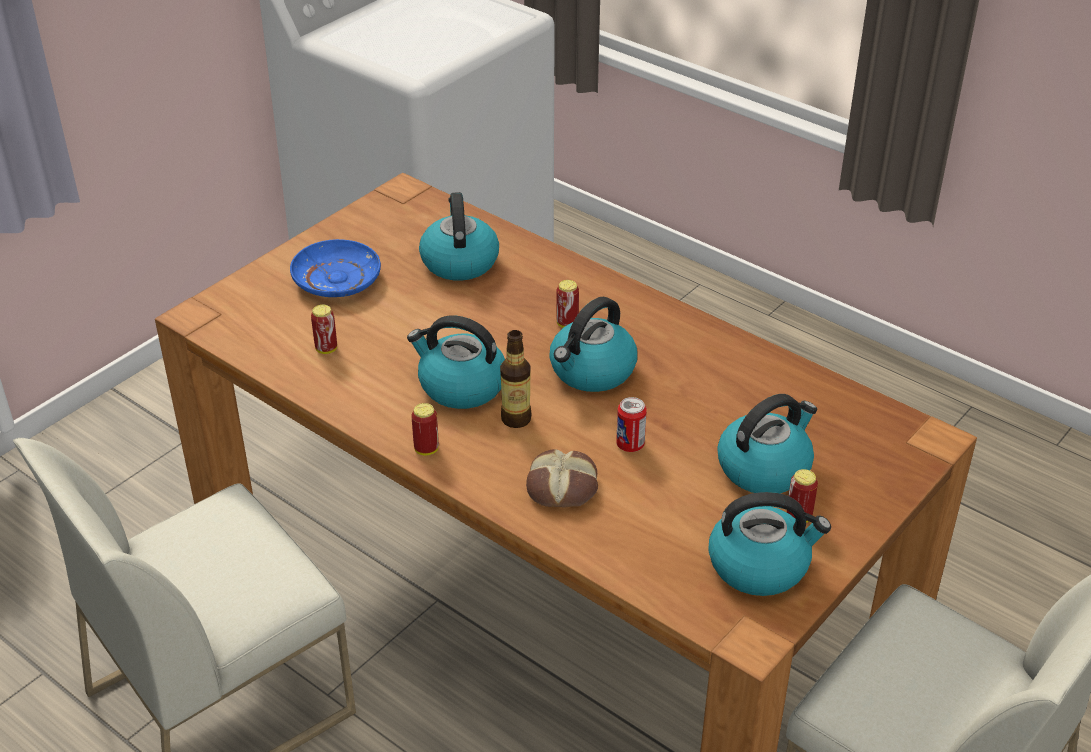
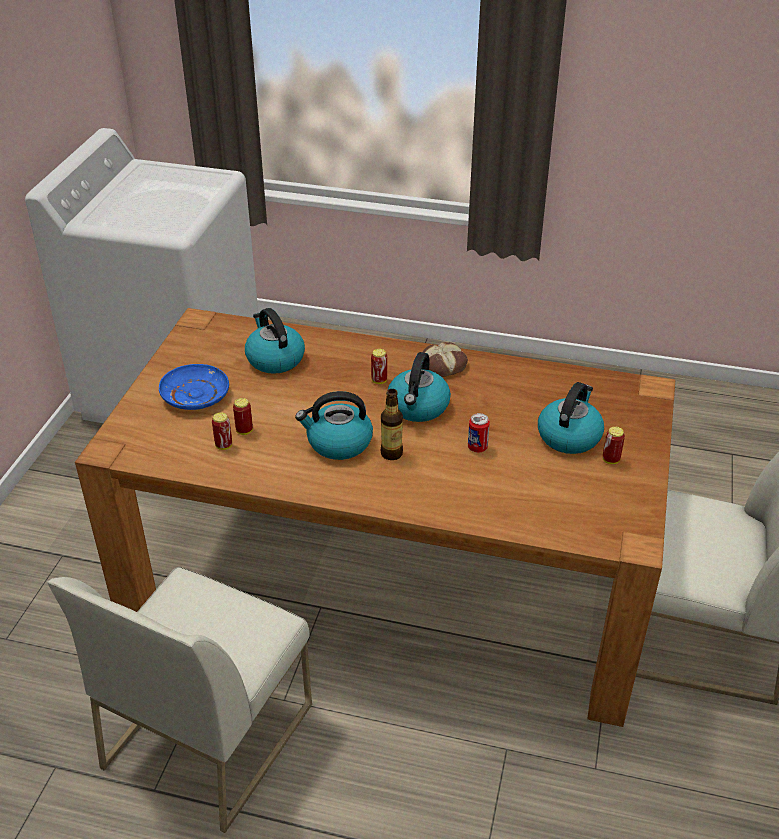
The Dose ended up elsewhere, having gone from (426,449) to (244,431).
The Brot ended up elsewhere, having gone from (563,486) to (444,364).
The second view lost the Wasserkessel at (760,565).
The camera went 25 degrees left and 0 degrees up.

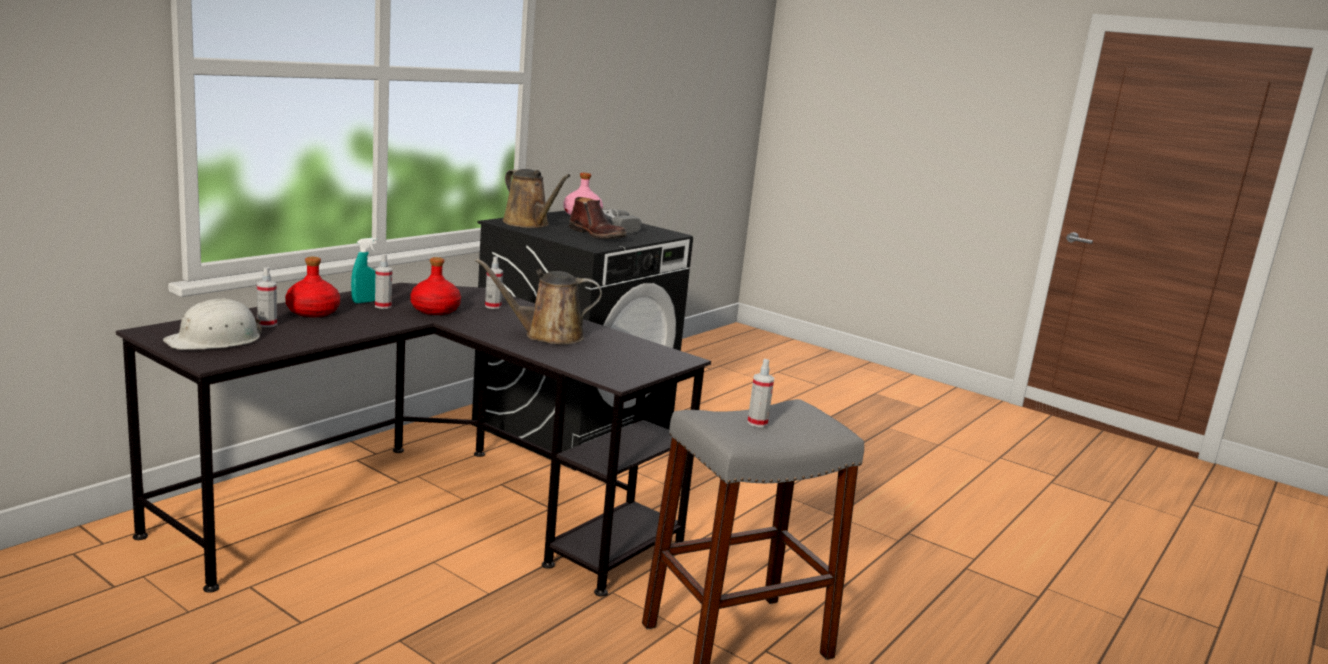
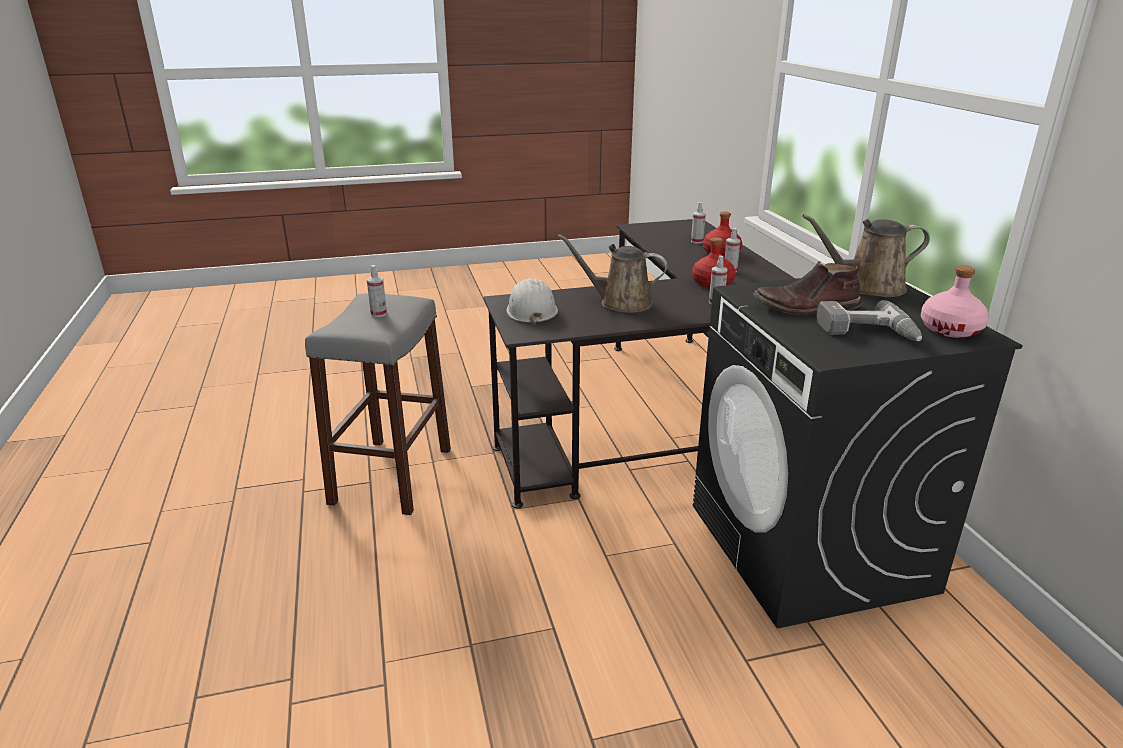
The Schutzhelm [weiß] ended up elsewhere, having gone from (215,340) to (531,310).
The second view lost the Sprühflasche [türkis] at (365,302).
The Gießkanne [braun] at (547,336) ended up facing another way, 105 degrees counterclockwise from before.
The camera went 130 degrees right and 10 degrees up.

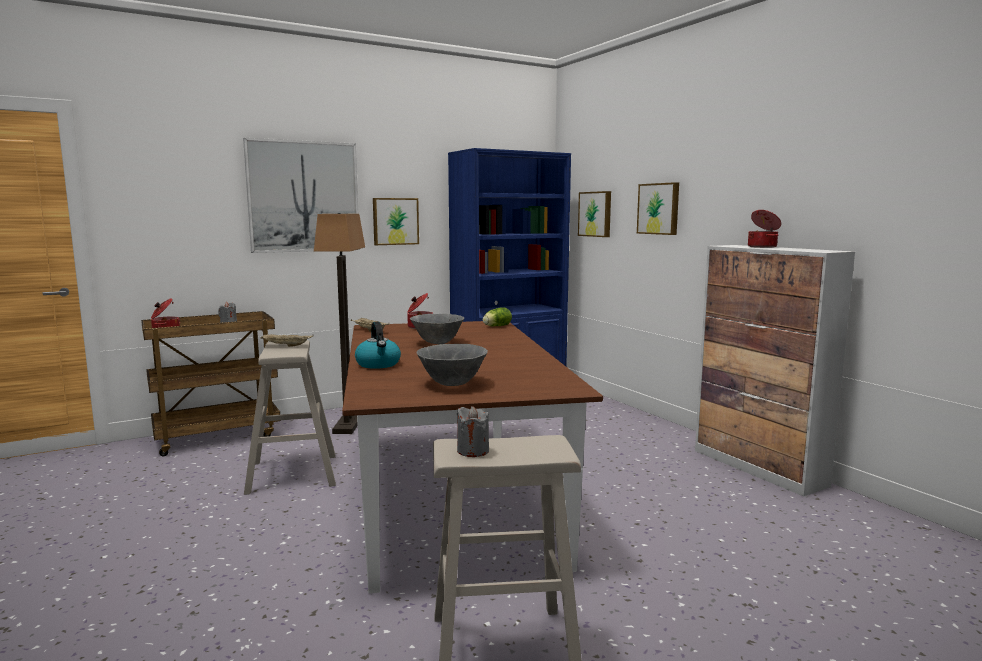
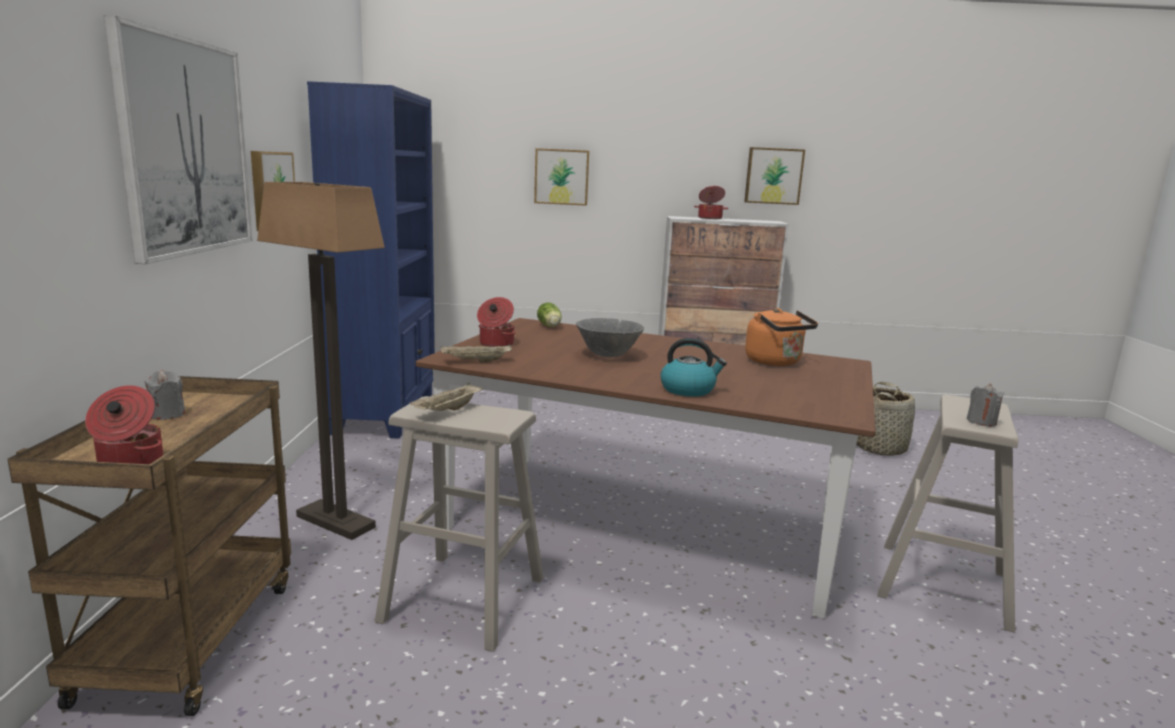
The second view lost the Schüssel [grau] at (452,384).
The Bild ended up elsewhere, having gone from (596,214) to (773,176).
The second view gained the Wasserkessel [orange] at (776,362).
The second view gained the Korb at (879,447).
The camera went 60 degrees left and 5 degrees up.

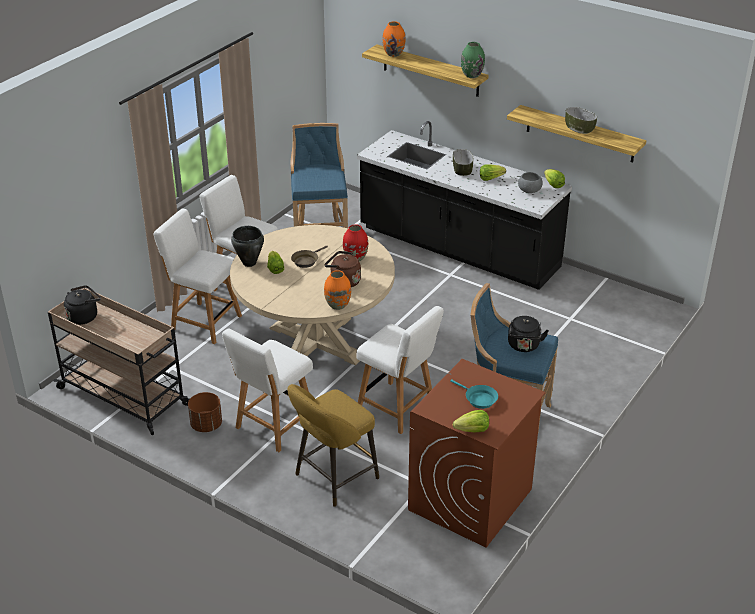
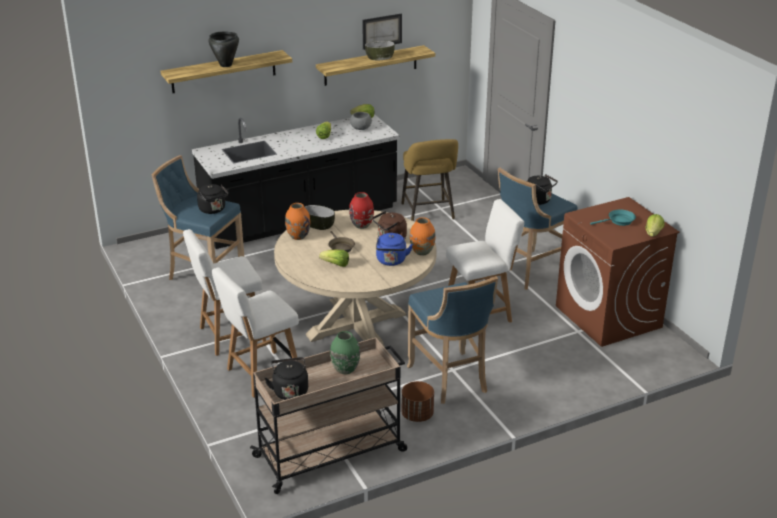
Where the Stuhl [weiß] stood at (273,427), the Hocker [blau] came to stand at (450,380).
The Kochtopf [schwarz] ended up elsewhere, having gone from (249,263) to (226,65).
The Hocker [gelb] ended up elsewhere, having gone from (333,479) to (428,213).
The Vase [orange] ended up elsewhere, having gone from (393,54) to (298,236).
The Schüssel ended up elsewhere, having gone from (462,170) to (318,225).
The Vase [grün] ended up elsewhere, having gone from (472,75) to (345,369).
The second view gained the Wasserkessel [schwarz] at (213,210).
The second view gained the Bild at (382,31).
The second view gained the Wasserkessel [blau] at (391,261).
The camera went 60 degrees left and 5 degrees down.

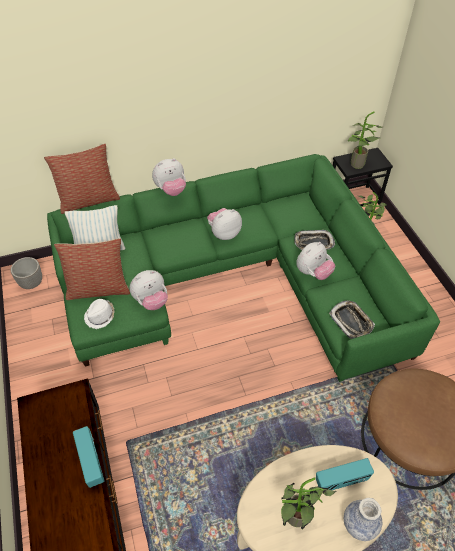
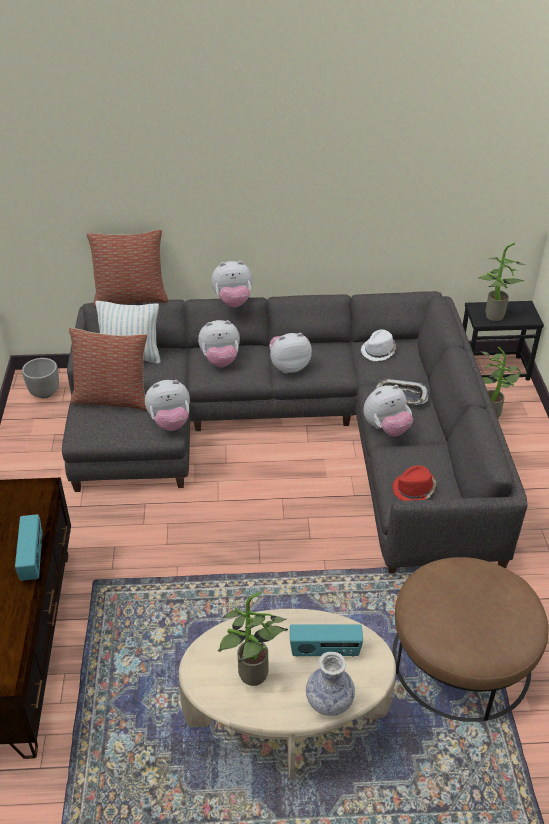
What was the Sofa [grün] at (235,278) turned into the Sofa [grau] at (296,431).
The Hut [weiß] ended up elsewhere, having gone from (100,316) to (379,351).
Where the Tablett stood at (351,321), the Hut [rot] came to stand at (414,490).
The second view gained the Plüschtier at (220,361).
The camera went 15 degrees right and 10 degrees down.

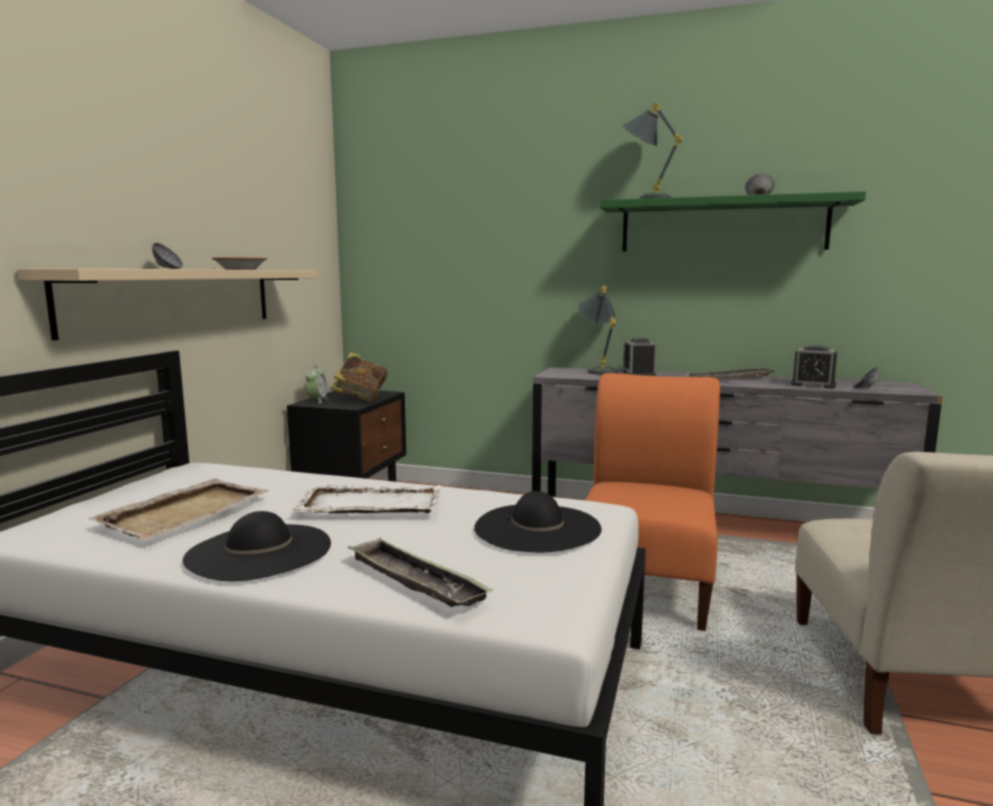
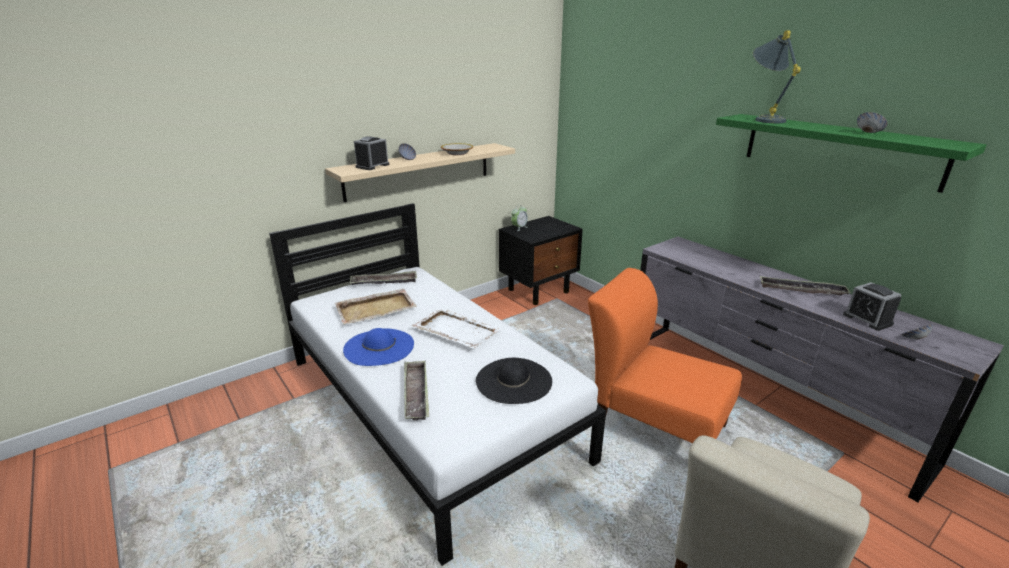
What was the Hut [schwarz] at (259,551) turned into the Hut [blau] at (379,347).
The second view lost the Buch at (361,398).
The second view lost the Tischlampe [grau] at (598,371).
The Stuhl [orange] at (647,582) ended up facing another way, 105 degrees counterclockwise from before.
The Wecker ended up elsewhere, having gone from (638,374) to (372,166).
The second view gained the Tablett at (384,282).
The camera went 35 degrees right and 15 degrees up.

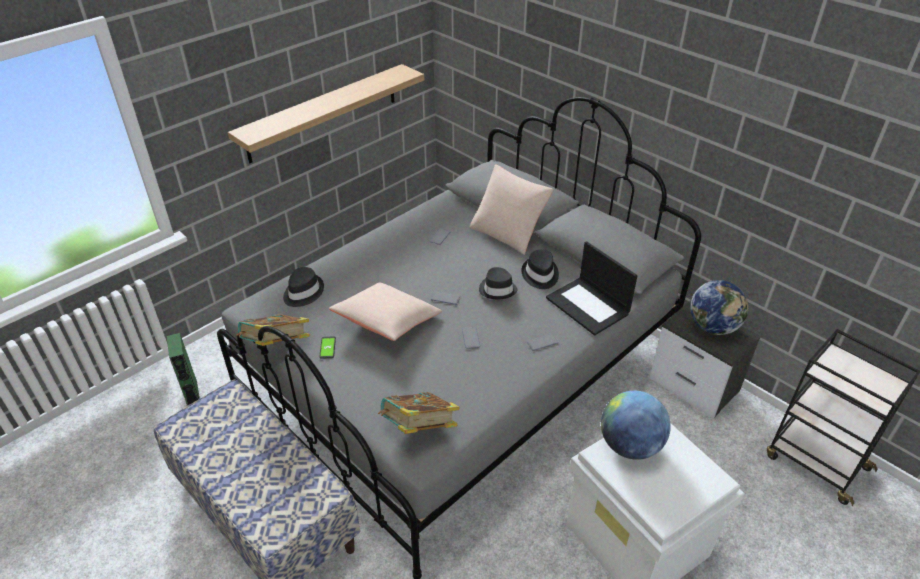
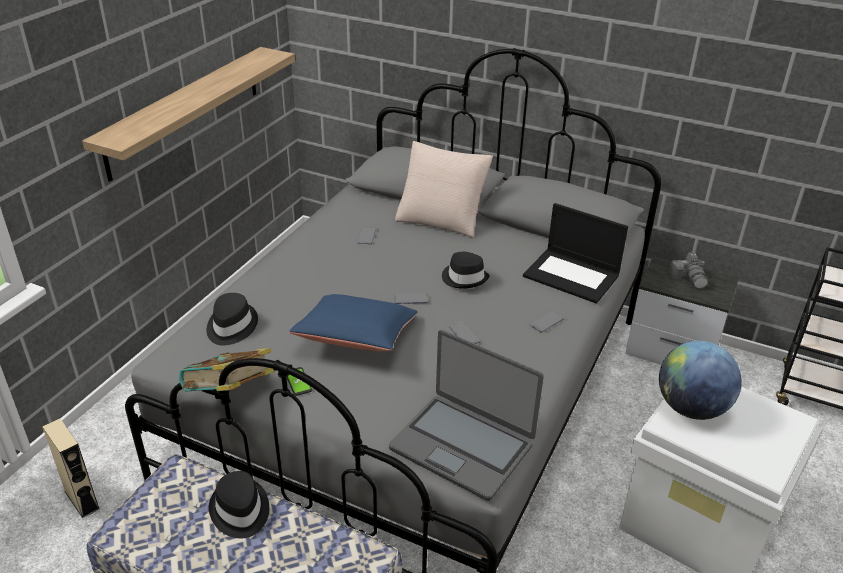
What was the Lautsprecher [grün] at (191,392) turned into the Lautsprecher [beige] at (82,500).
What was the Kissen [beige] at (387,322) turned into the Kissen [blau] at (356,338).
Where the Buch stood at (419,429), the Laptop came to stand at (462,446).
The Hut [schwarz] ended up elsewhere, having gone from (540,275) to (239,511).
Where the Globus stood at (713,327), the Kamera came to stand at (689,278).
The camera went 20 degrees left and 5 degrees down.

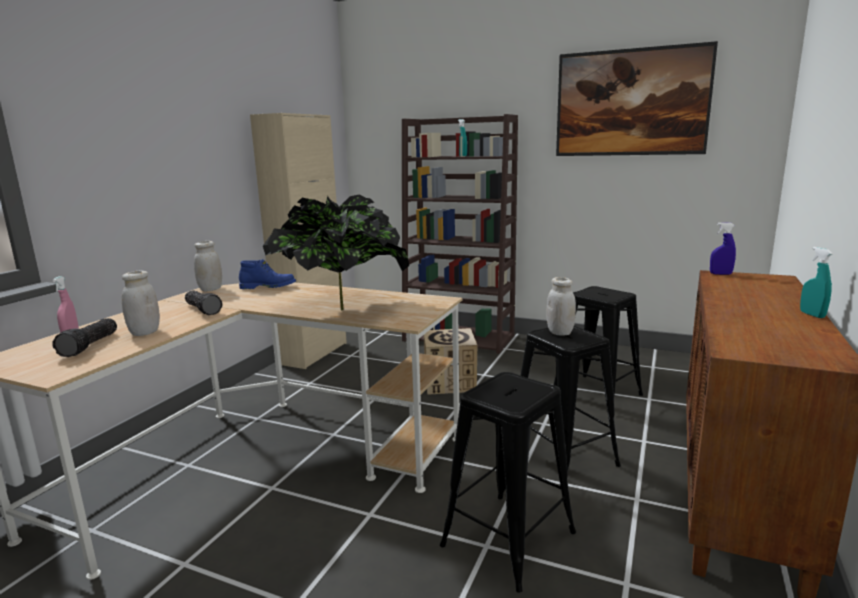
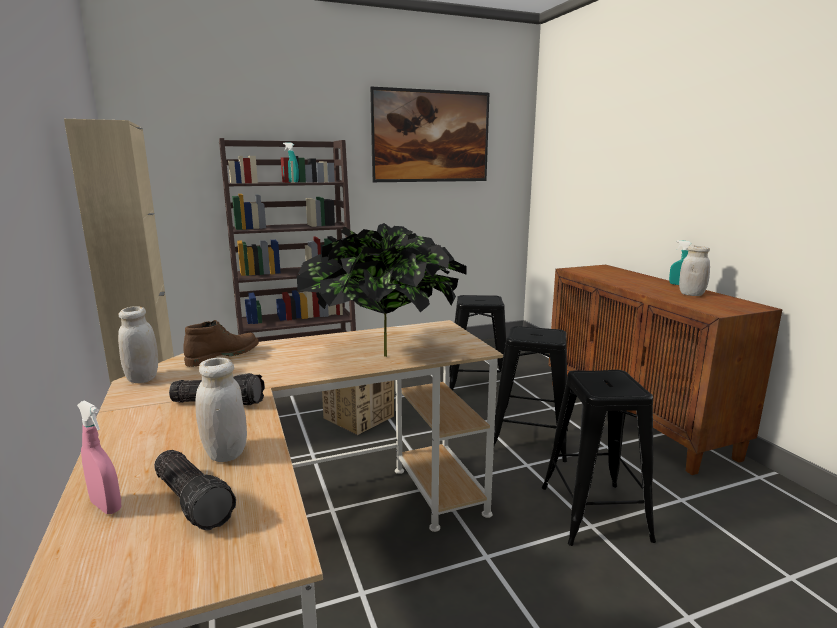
What was the Stiefel [blau] at (268,287) turned into the Stiefel [braun] at (223,356).
The Vorratsglas [weiß] ended up elsewhere, having gone from (560,332) to (691,294).
The second view lost the Sprühflasche [blau] at (720,274).
The camera went 45 degrees left and 0 degrees up.

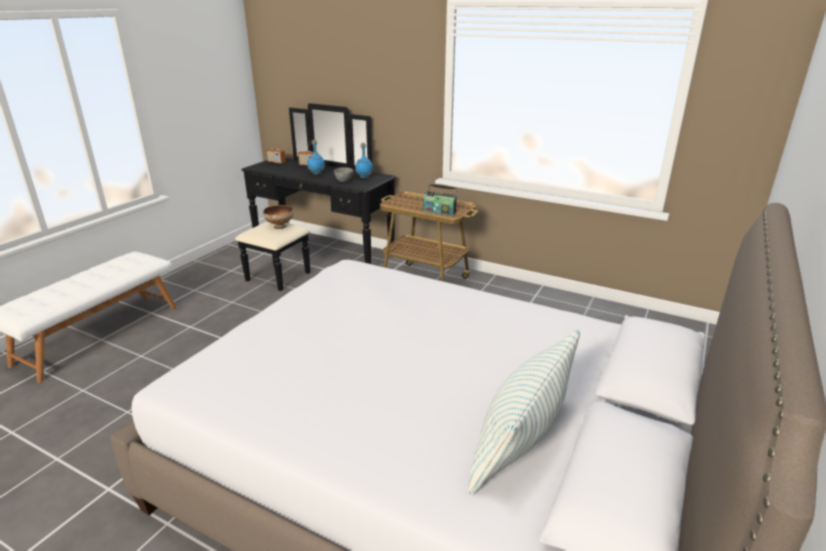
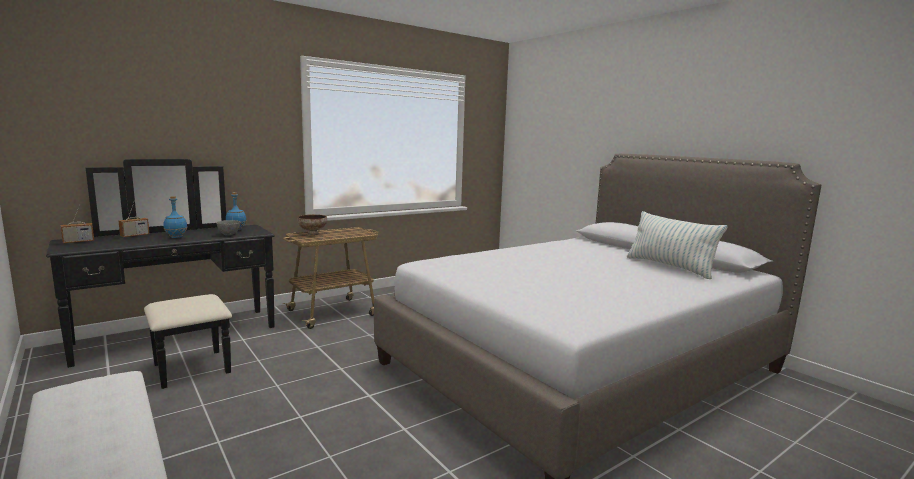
The Schüssel ended up elsewhere, having gone from (280,226) to (312,233).
The second view lost the Radio at (439,211).
The camera went 65 degrees left and 15 degrees down.

